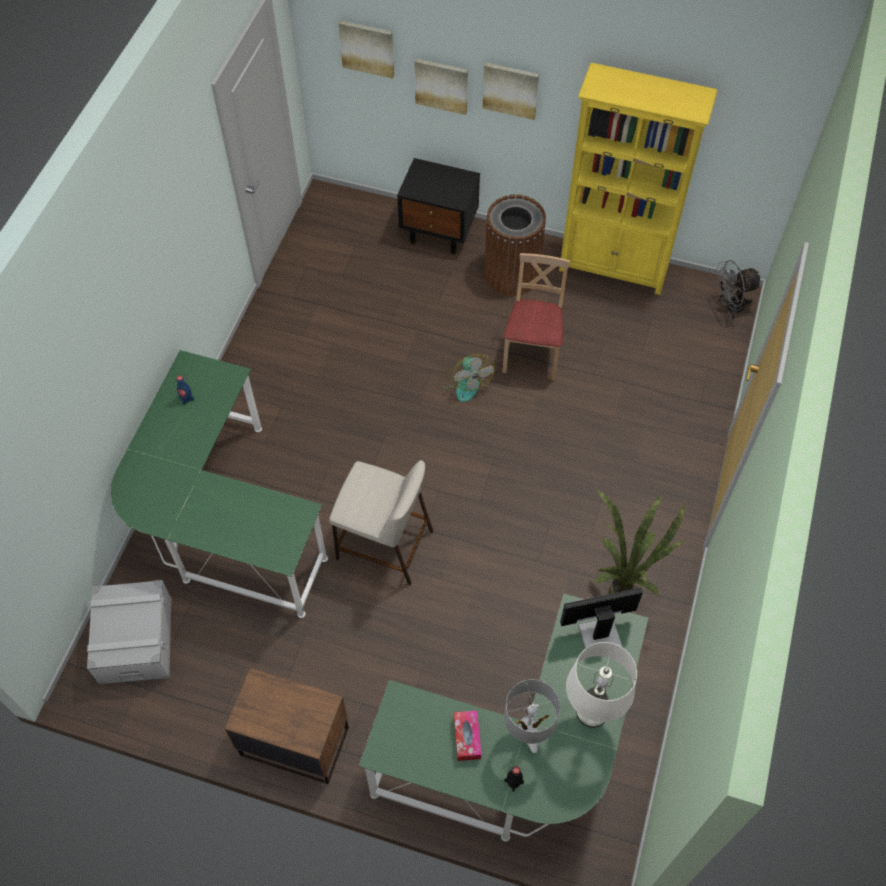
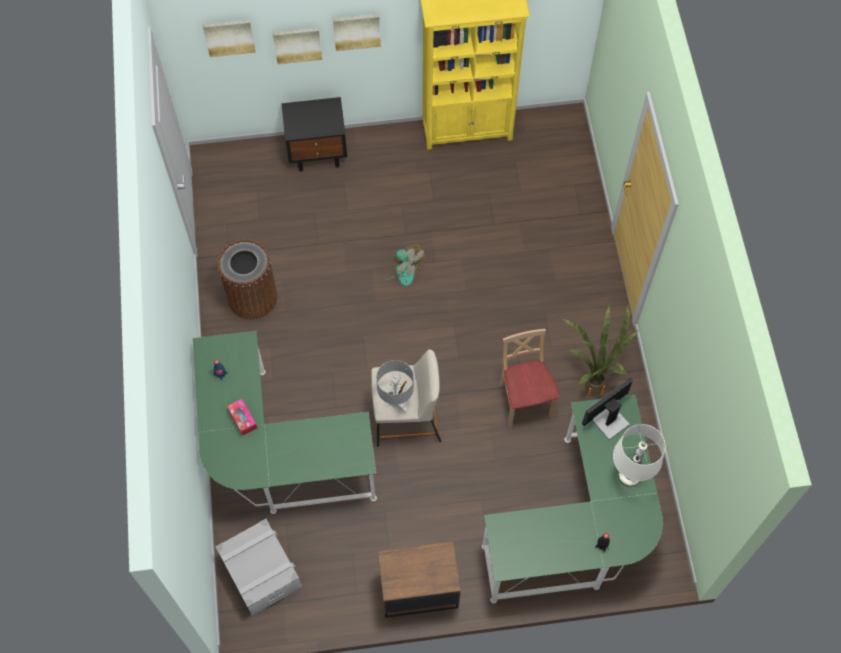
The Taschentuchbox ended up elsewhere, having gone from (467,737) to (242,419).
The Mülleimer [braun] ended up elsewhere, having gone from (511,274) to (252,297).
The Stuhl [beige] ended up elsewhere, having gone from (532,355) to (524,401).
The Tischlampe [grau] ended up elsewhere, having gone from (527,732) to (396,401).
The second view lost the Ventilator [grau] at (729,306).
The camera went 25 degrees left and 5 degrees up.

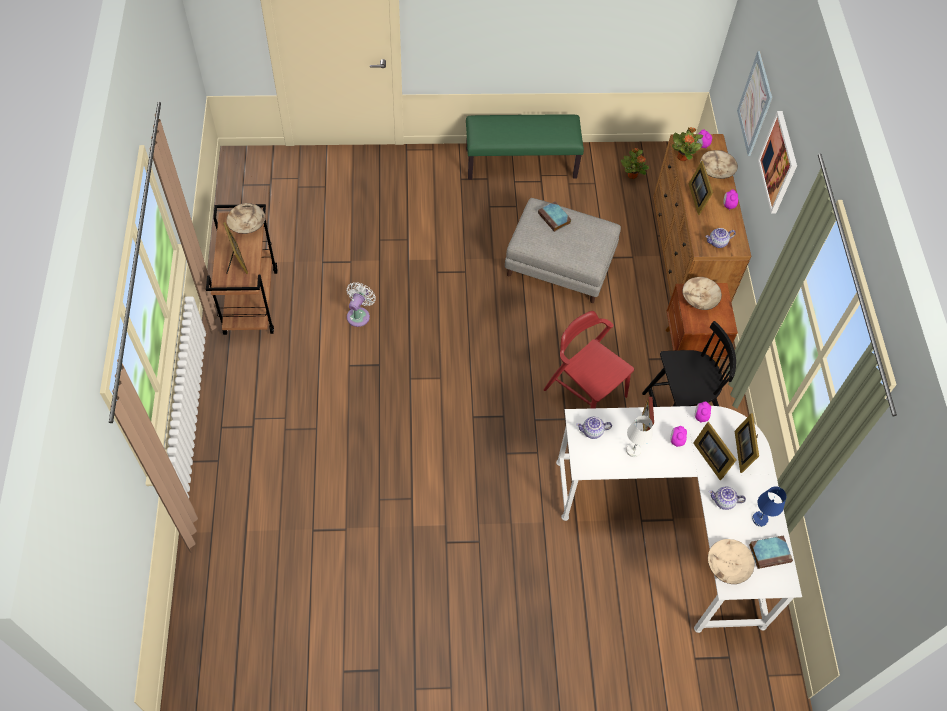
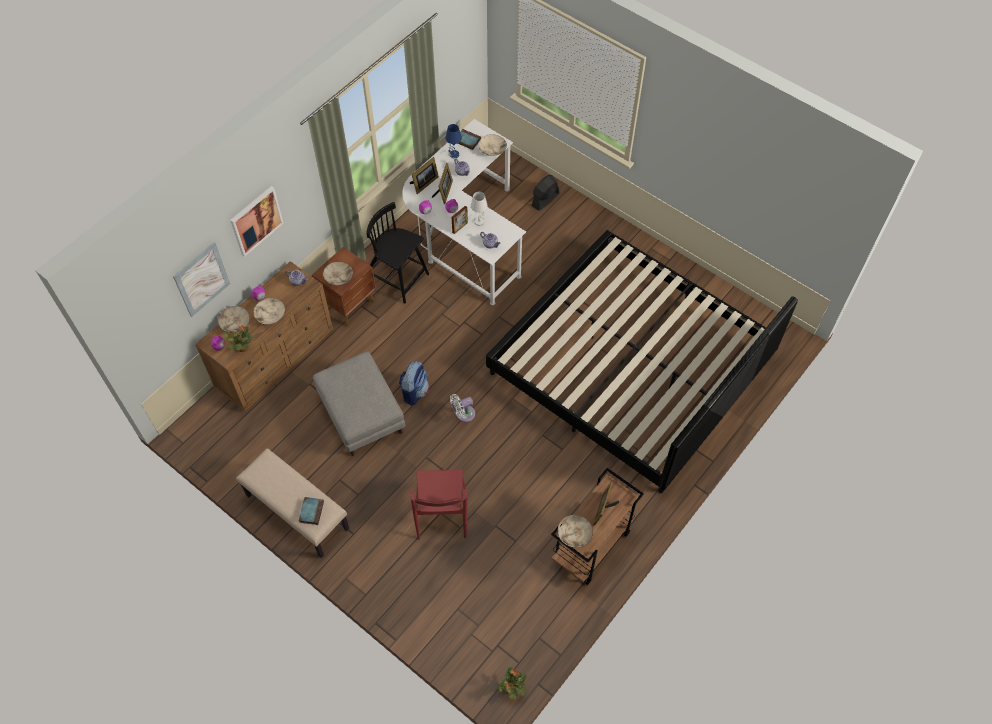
The Ventilator [weiß] ended up elsewhere, having gone from (359,315) to (463,414).
What was the Bank [grün] at (521,163) turned into the Bank [beige] at (296,512).
The Buch ended up elsewhere, having gone from (554,218) to (311,511).
The Stuhl [rot] ended up elsewhere, having gone from (585,393) to (441,514).
The Topfpflanze ended up elsewhere, having gone from (632,175) to (512,688).
Where the Bilderrahmen stood at (698,197), the Schüssel [beige] came to stand at (270,315).
The second view gained the Rucksack at (414,391).
The second view gained the Bett at (631,366).
The second view gained the Ventilator [schwarz] at (545,200).
The camera went 135 degrees left and 0 degrees up.

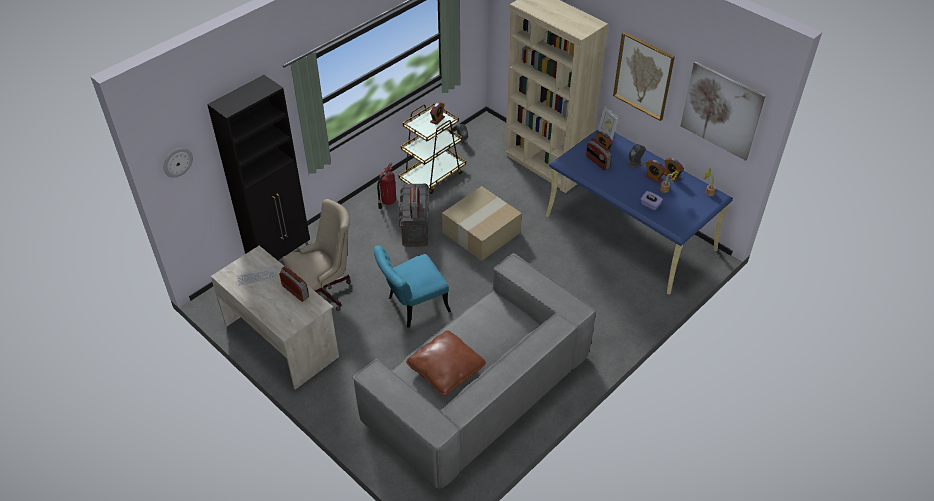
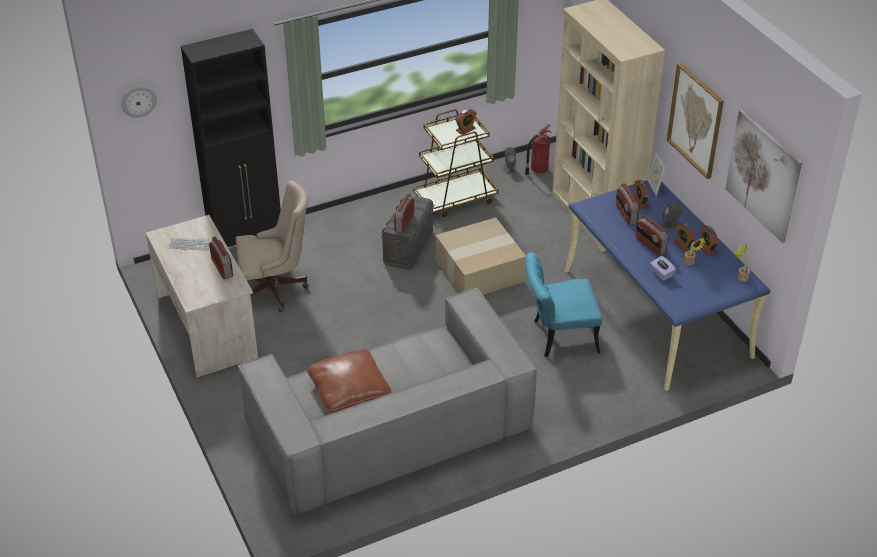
The Stuhl [türkis] ended up elsewhere, having gone from (412,306) to (558,337).
The Feuerlöscher ended up elsewhere, having gone from (388,201) to (538,170).
The second view gained the Radio at (650,245).
The camera went 20 degrees right and 5 degrees down.

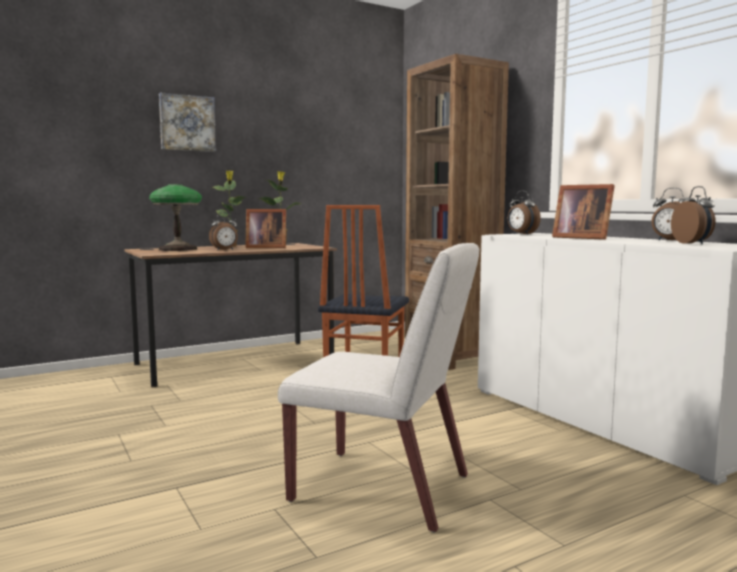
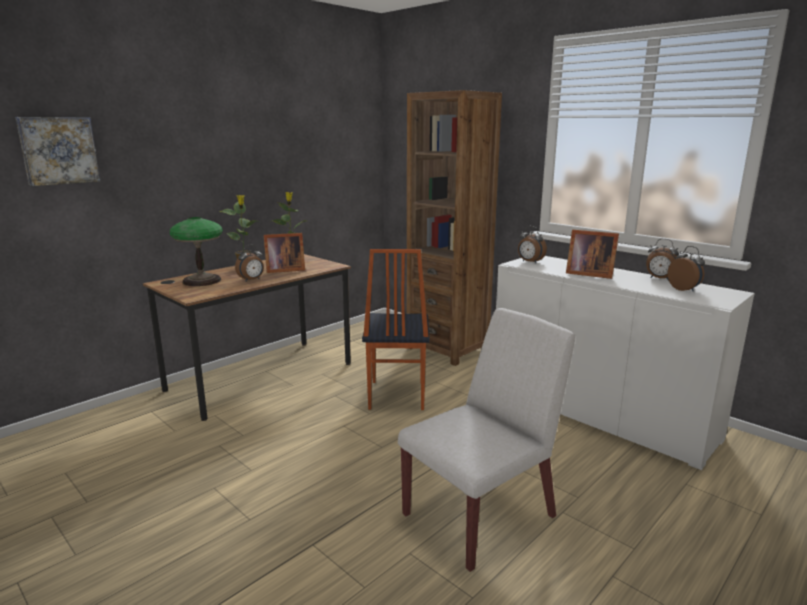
The Bild ended up elsewhere, having gone from (187,123) to (58,150).
The Stuhl [weiß] at (383,488) ended up facing another way, 45 degrees counterclockwise from before.
The camera went 15 degrees left and 10 degrees up.

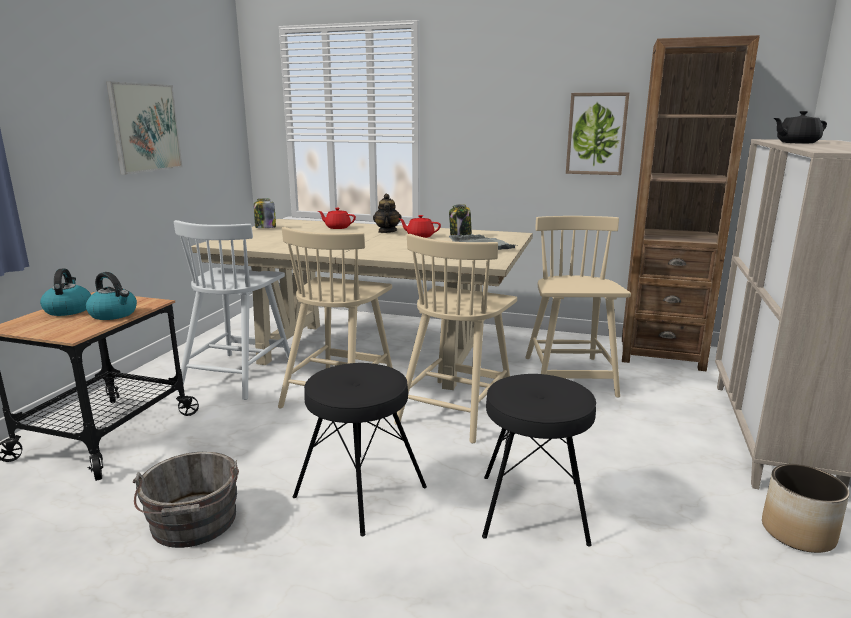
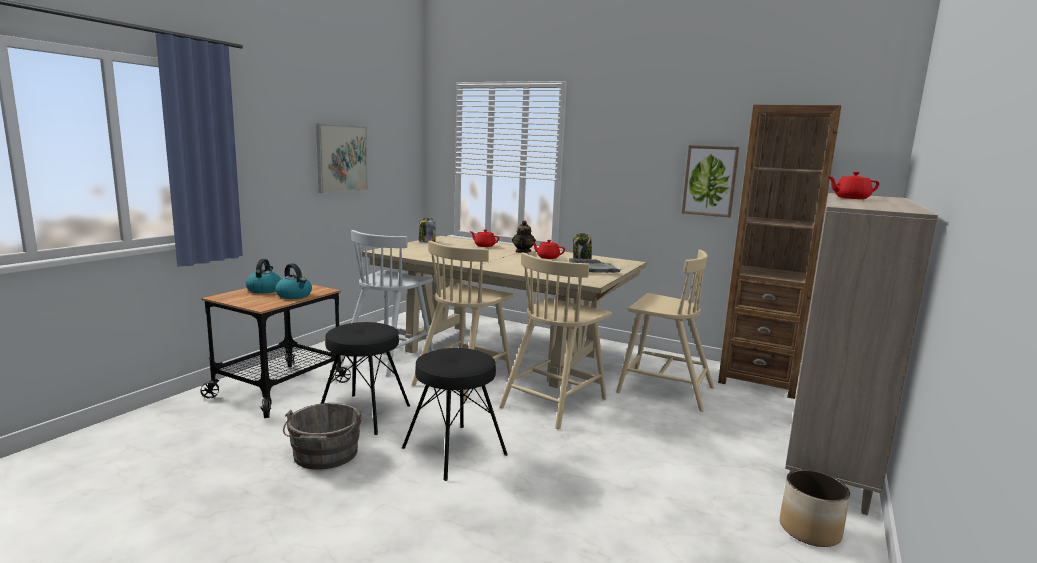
The Hocker [schwarz] ended up elsewhere, having gone from (533,509) to (364,414).
The Stuhl [beige] at (569,377) ended up facing another way, 105 degrees clockwise from before.
What was the Teekanne [schwarz] at (796,143) turned into the Teekanne [rot] at (850,198).
The camera went 10 degrees right and 5 degrees down.

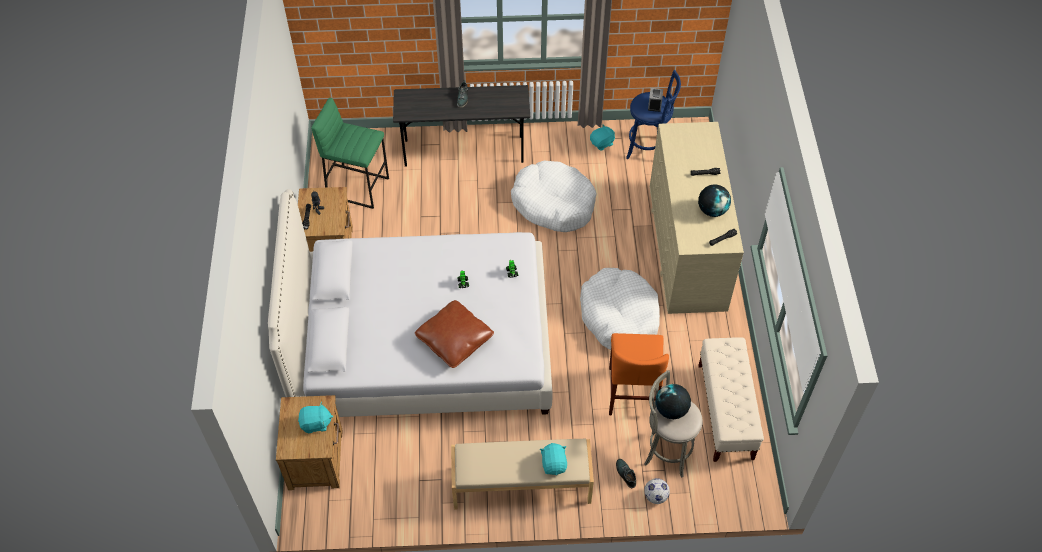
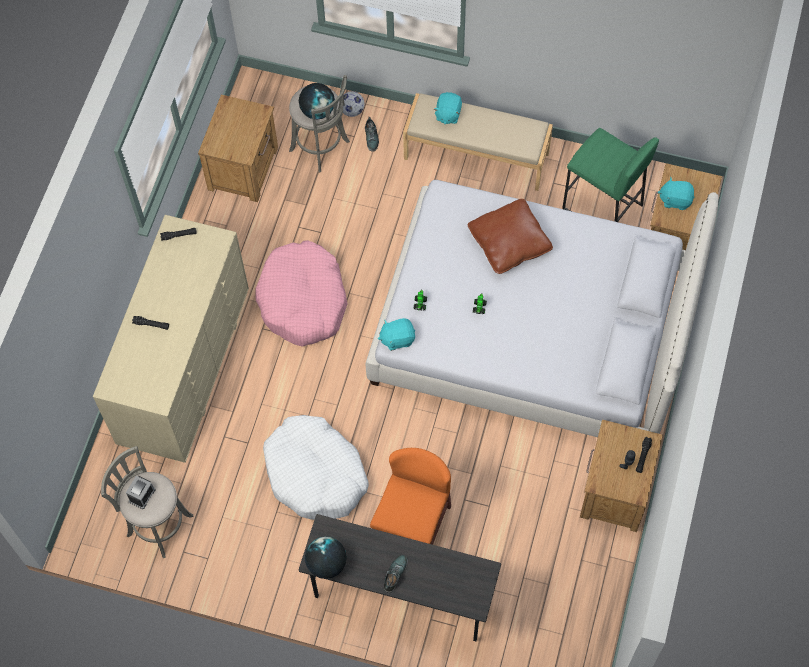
The Hocker [grün] ended up elsewhere, having gone from (358,186) to (602,207).
What was the Hundebett [weiß] at (619,316) turned into the Hundebett [rosa] at (303,300).
The Plüschtier [türkis] ended up elsewhere, having gone from (602,143) to (397,338).
The Stuhl [orange] ended up elsewhere, having gone from (632,391) to (413,526).
What was the Hocker [blau] at (648,148) turned into the Hocker [grau] at (157,523).
The Globus ended up elsewhere, having gone from (712,210) to (326,564).
Where the Bank [beige] stood at (725,412), the Nachttisch [braun] came to stand at (244,167).
The camera went 160 degrees left and 10 degrees up.

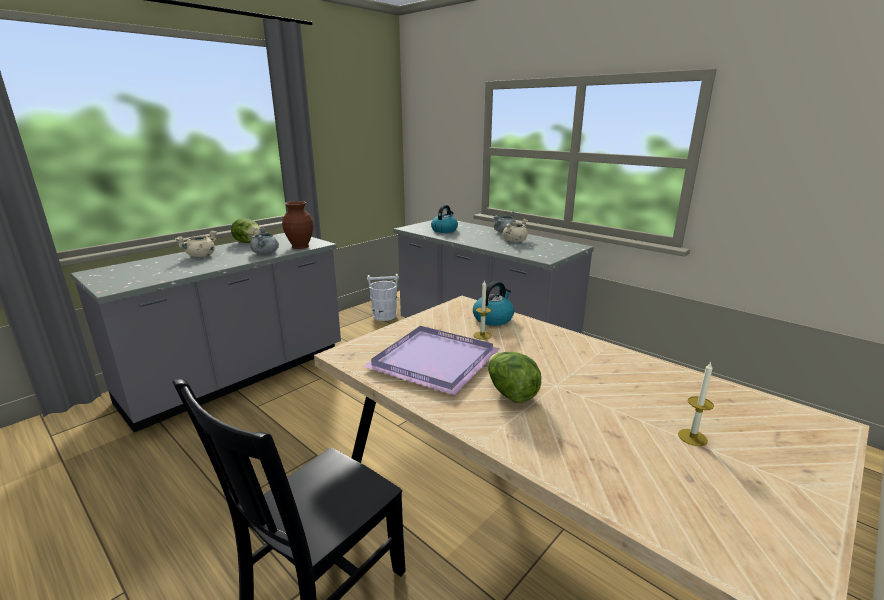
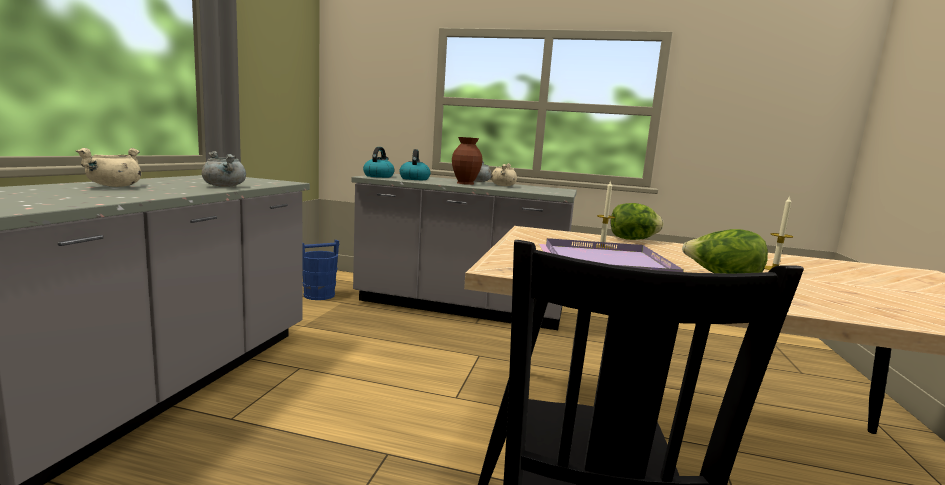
The Salatkopf ended up elsewhere, having gone from (248,242) to (632,239).
The Vase [braun] ended up elsewhere, having gone from (299,246) to (464,183).
What was the Eimer [weiß] at (385,316) turned into the Eimer [blau] at (319,295).
The Wasserkessel ended up elsewhere, having gone from (493,318) to (378,176).
The Kerze ended up elsewhere, having gone from (692,437) to (774,269).
The camera went 30 degrees left and 10 degrees down.

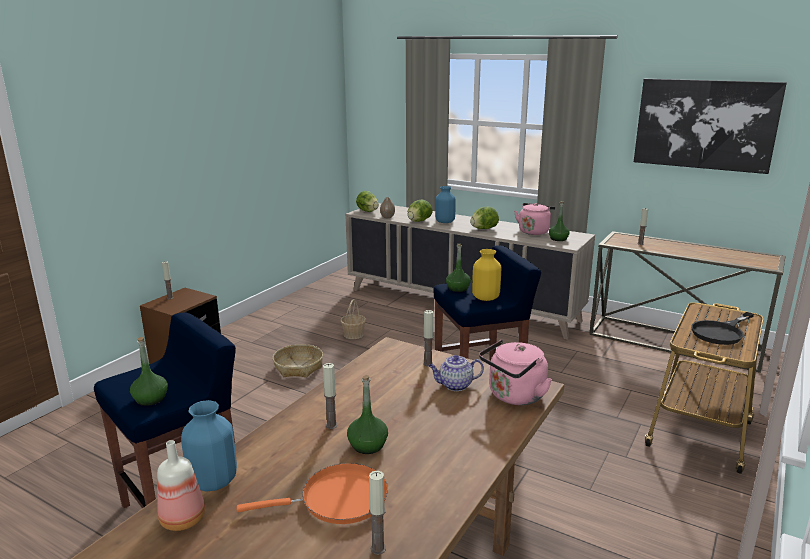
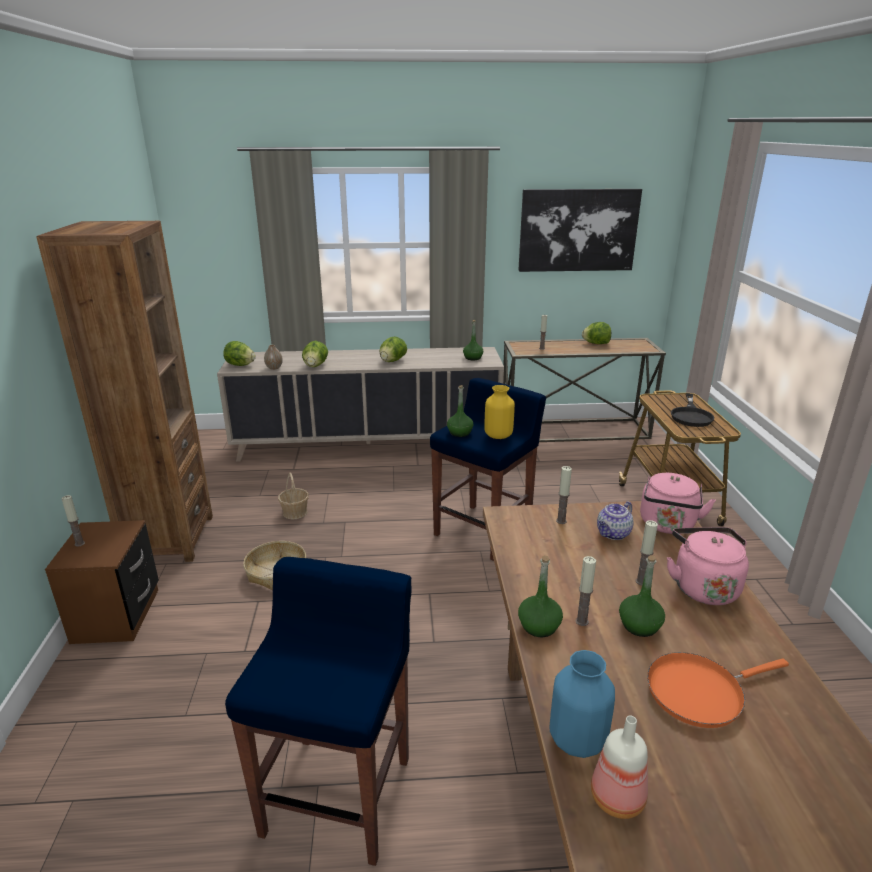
The Flasche [grün] ended up elsewhere, having gone from (150,399) to (539,626).
The Pfanne [orange] at (338,499) ended up facing another way, 150 degrees counterclockwise from before.
The Kerze ended up elsewhere, having gone from (378,548) to (641,581).
The second view lost the Vase [blau] at (444,222).
The Wasserkessel [rosa] ended up elsewhere, having gone from (534,231) to (702,586).
The second view gained the Bücherregal [braun] at (169,539).
The second view gained the Salatkopf at (596,343).
The camera went 35 degrees left and 5 degrees up.

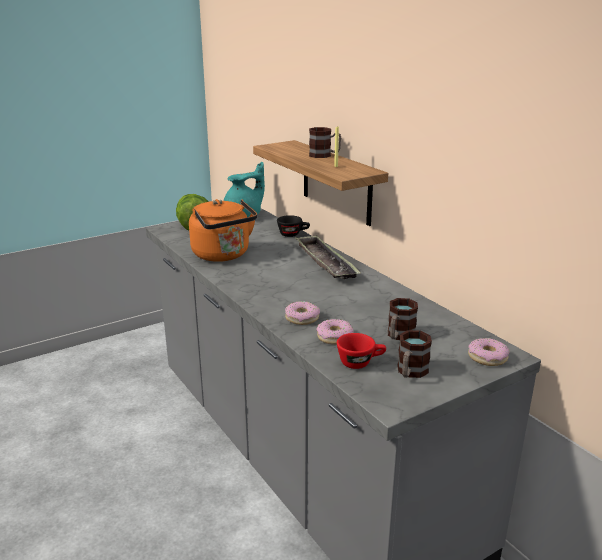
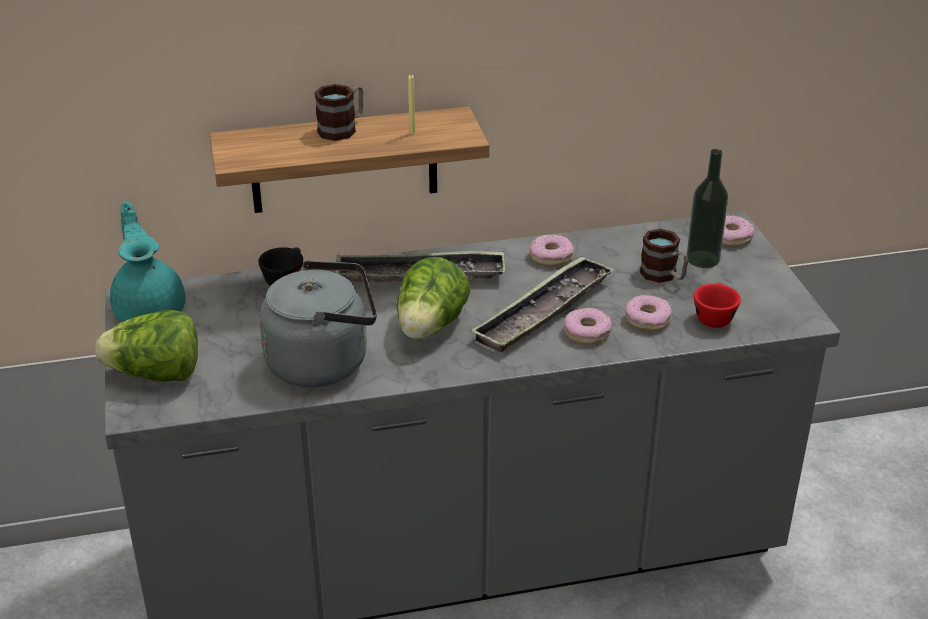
What was the Wasserkessel [orange] at (223,255) turned into the Wasserkessel [grau] at (324,362).
The second view lost the Henkelbecher at (410,372).
The second view gained the Salatkopf at (430,327).
The second view gained the Tablett at (543,311).
The second view gained the Donut at (551,256).
The second view gained the Flasche at (703,259).
The camera went 70 degrees left and 10 degrees up.

